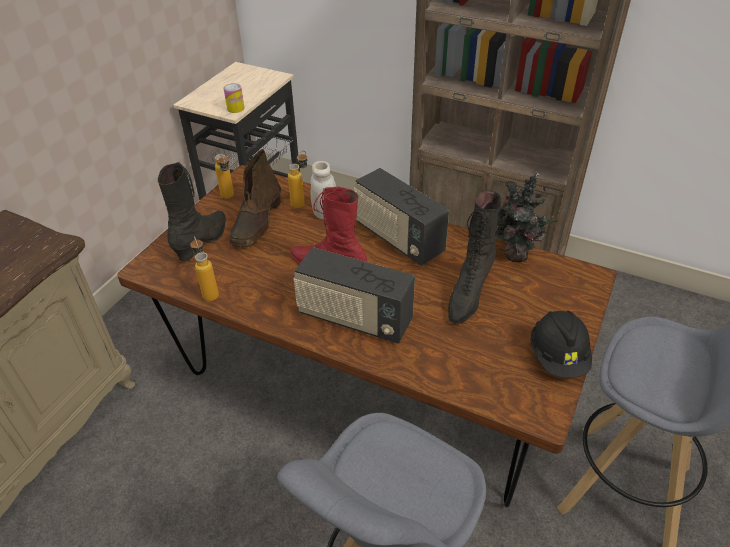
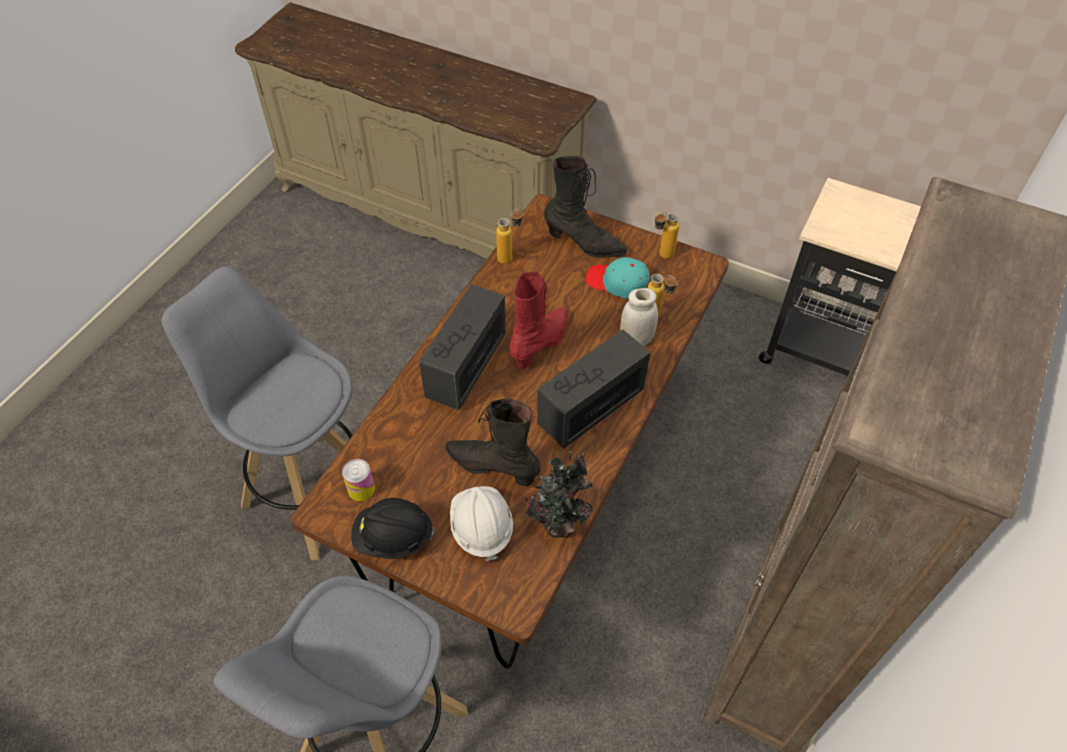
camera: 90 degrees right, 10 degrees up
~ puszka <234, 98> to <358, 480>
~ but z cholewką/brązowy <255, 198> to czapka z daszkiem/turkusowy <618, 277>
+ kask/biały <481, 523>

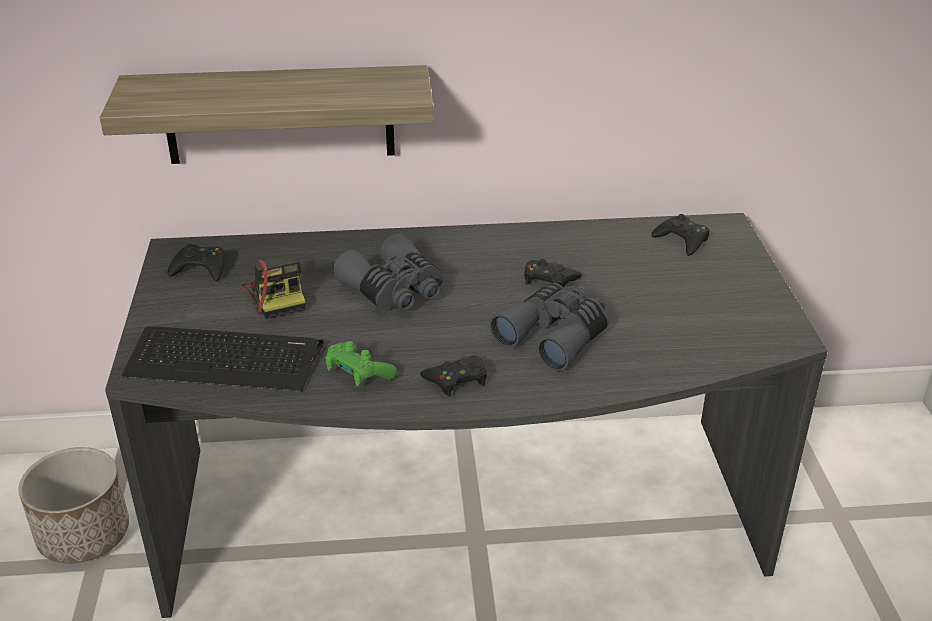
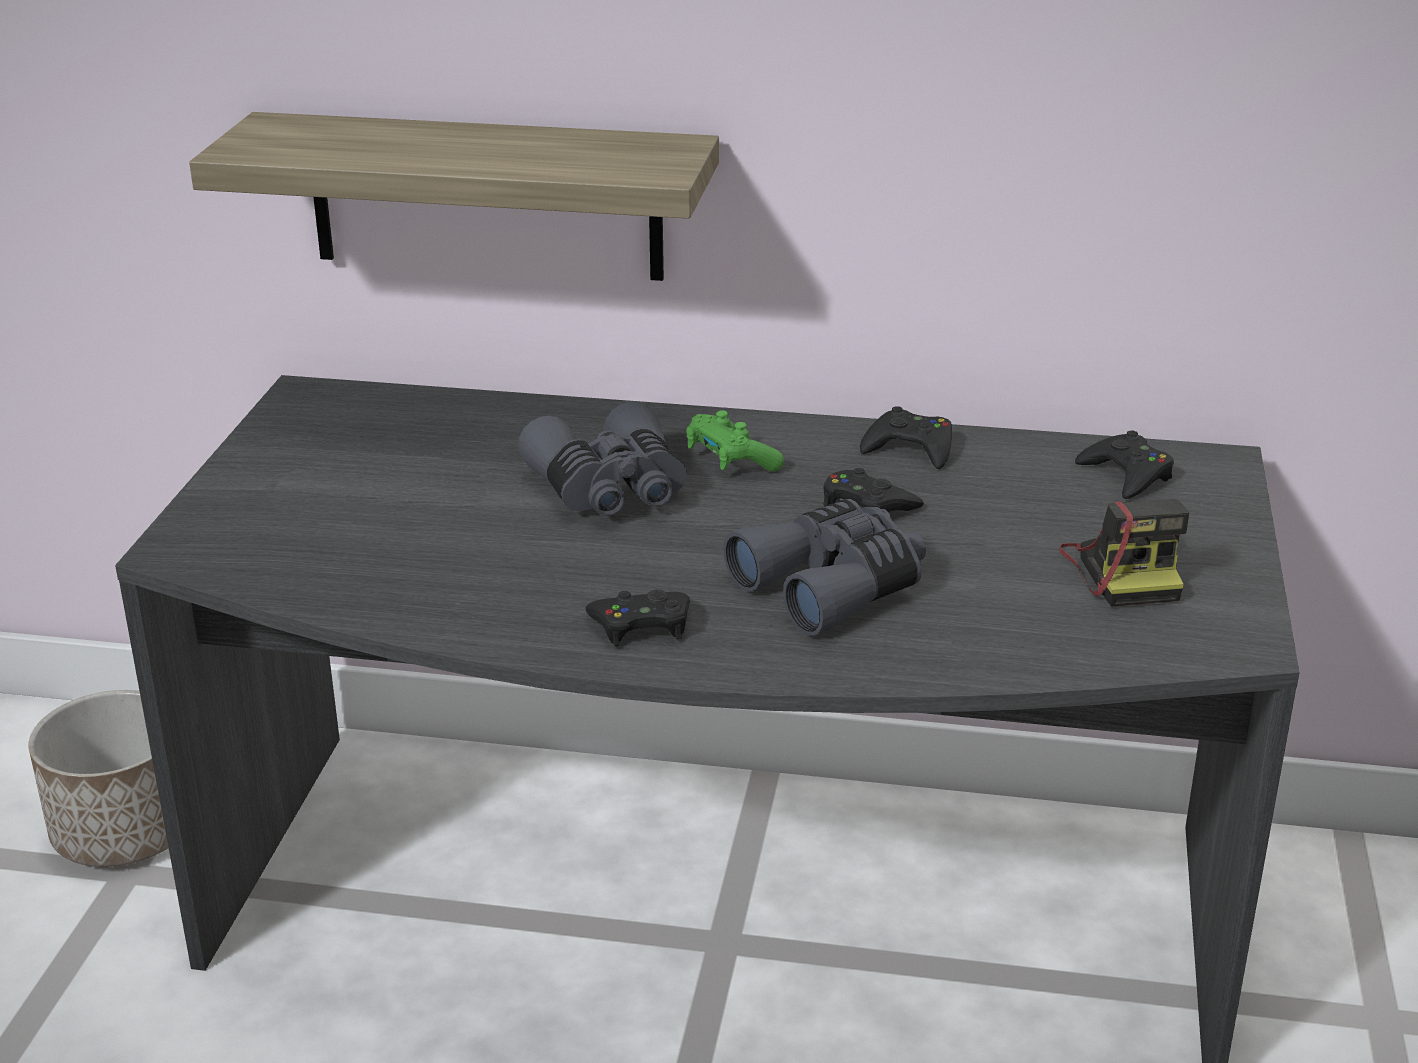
camera: 15 degrees right, 5 degrees down
- klawiatura <223, 358>
~ pad do gier/czarny <196, 262> to <906, 437>
~ aparat fotograficzny <273, 286> to <1124, 552>
~ pad do gier/zielony <361, 363> to <735, 441>

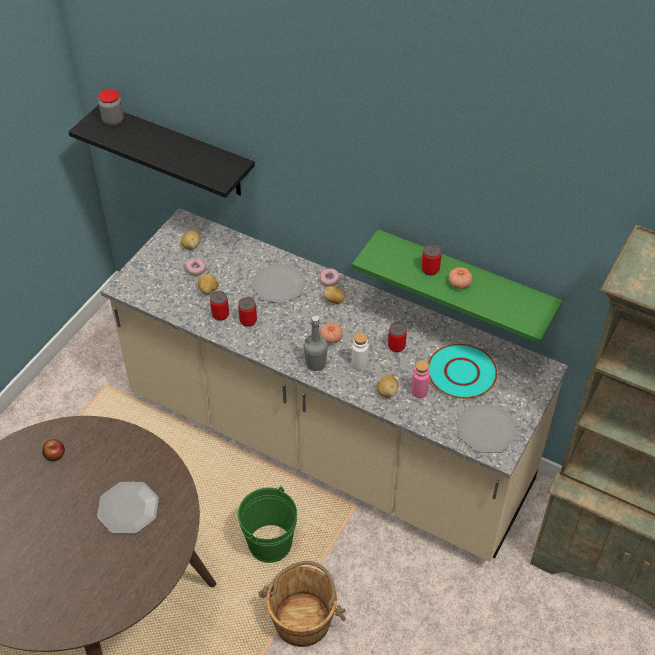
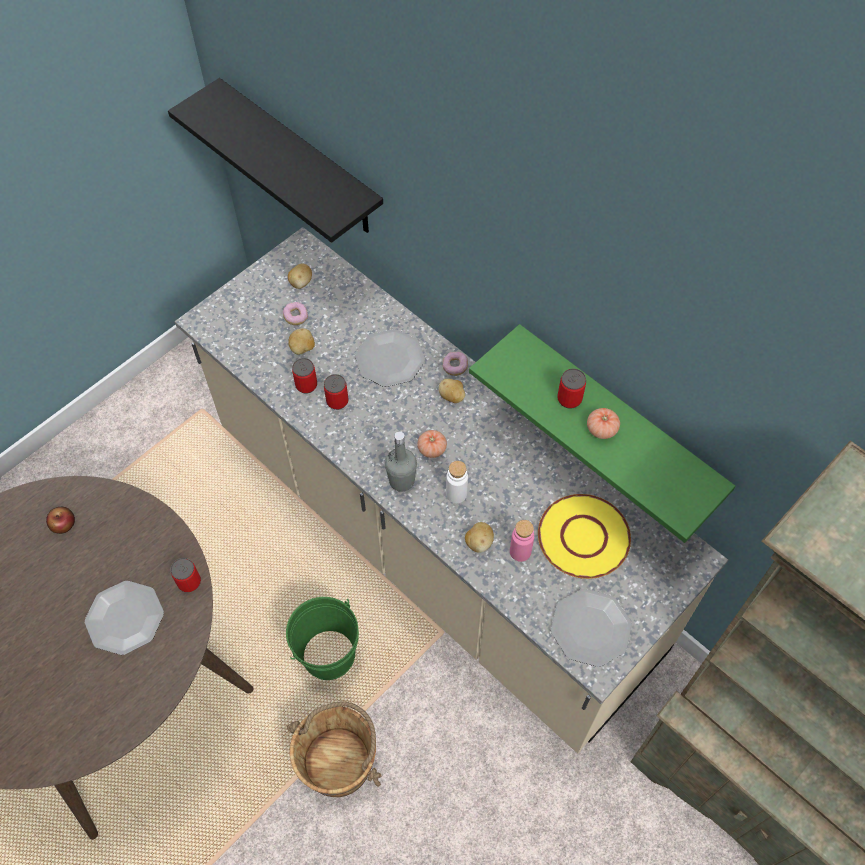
camera: 15 degrees right, 10 degrees up
- słoik <111, 107>
~ puszka <397, 337> to <185, 575>
~ talerz/turkusowy <462, 371> to talerz/żółty <584, 536>

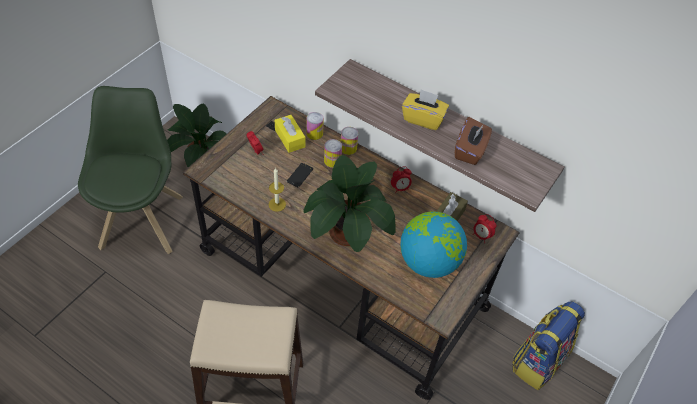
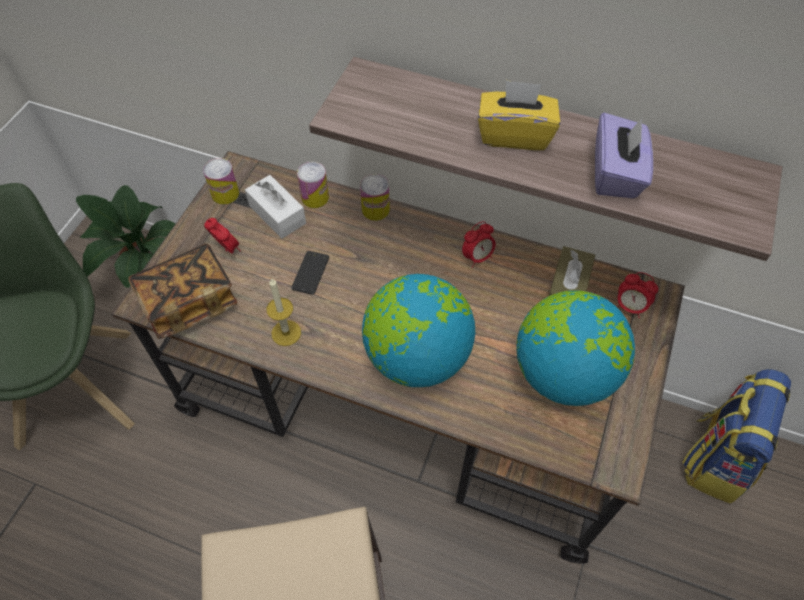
camera: 10 degrees left, 5 degrees up
~ pudełko chusteczek/żółty <290, 134> to pudełko chusteczek/biały <275, 207>
~ roślina doniczkowa <350, 203> to globus <418, 330>
~ puszka <333, 153> to <221, 181>
~ pudełko chusteczek/brązowy <473, 141> to pudełko chusteczek/fioletowy <624, 155>
+ książka <182, 291>

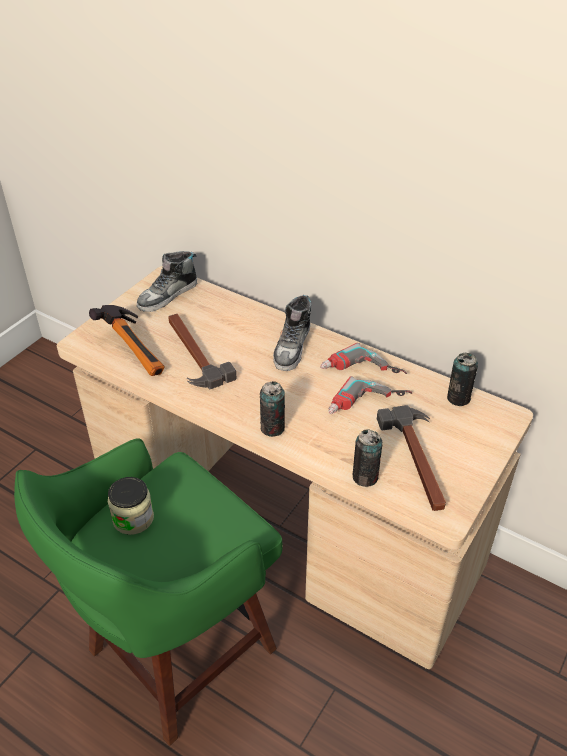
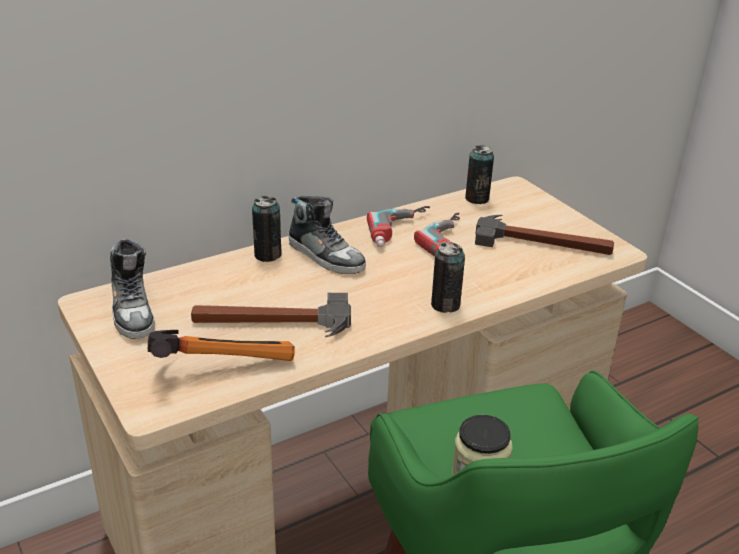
camera: 65 degrees left, 10 degrees down
~ puszka <368, 458> to <267, 229>

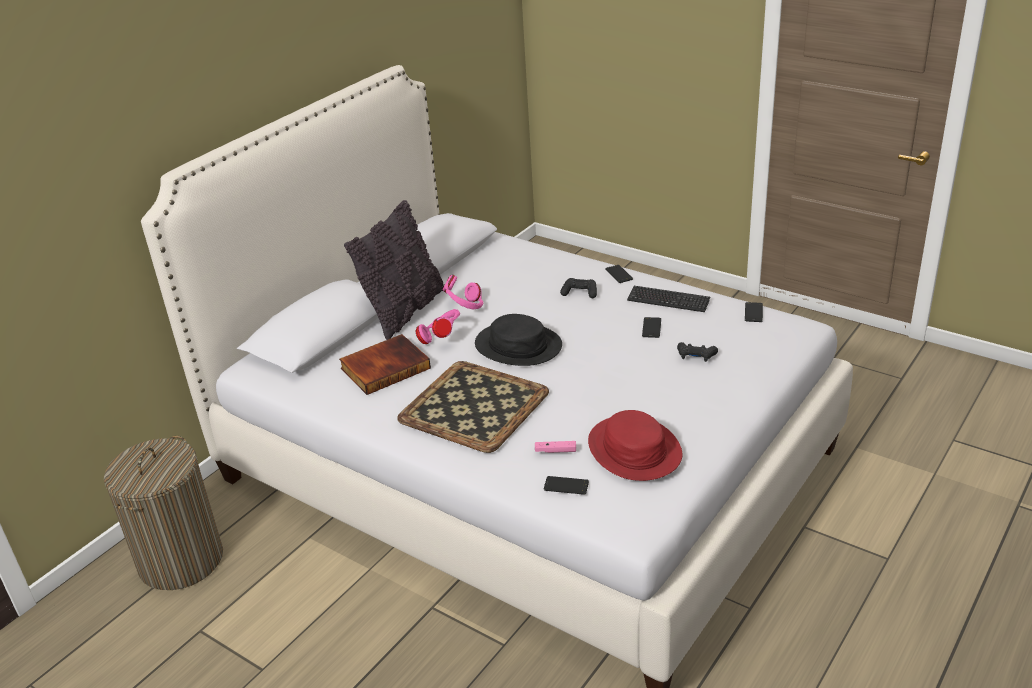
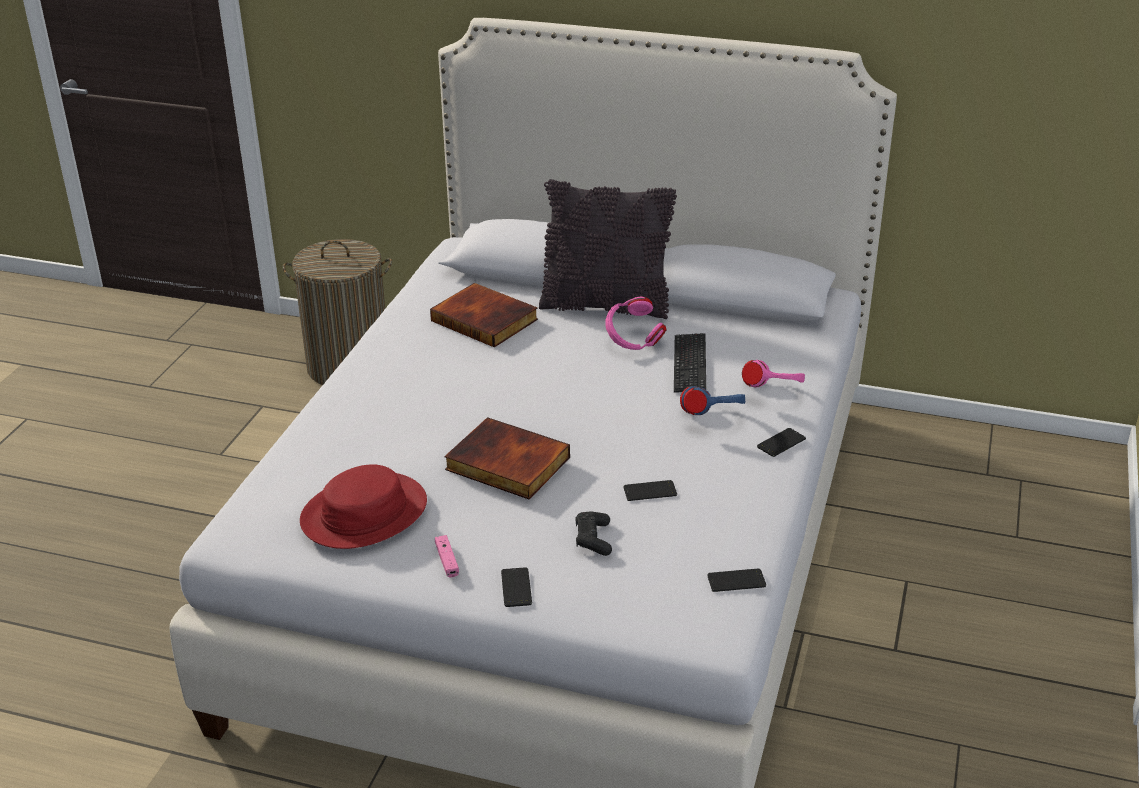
camera: 70 degrees right, 0 degrees up
- taca <473, 407>
~ słuchawki/różowy <437, 326> to <773, 373>
- kapelusz/czarny <518, 340>
~ pad do gier/różowy <555, 447> to <447, 556>
~ telefon <566, 485> to <516, 587>
~ pad do gier/czarny <578, 288> to słuchawki/niebieski <713, 400>
~ klawiatura <669, 299> to <690, 363>
+ książka <507, 458>

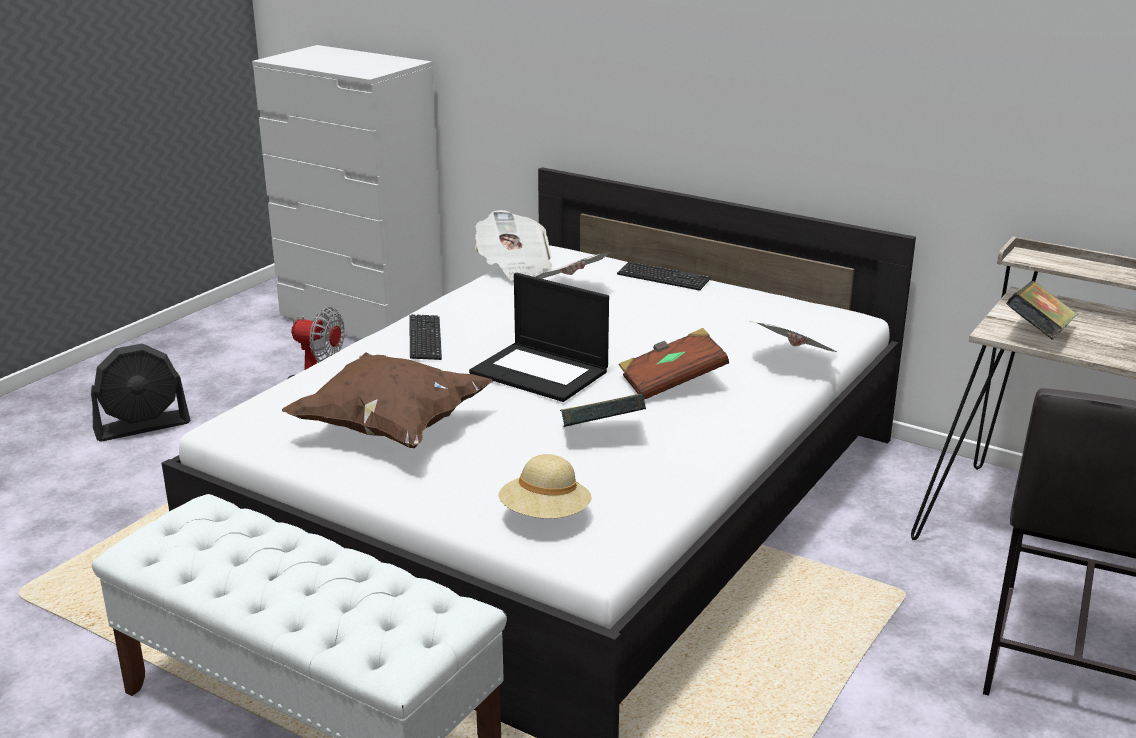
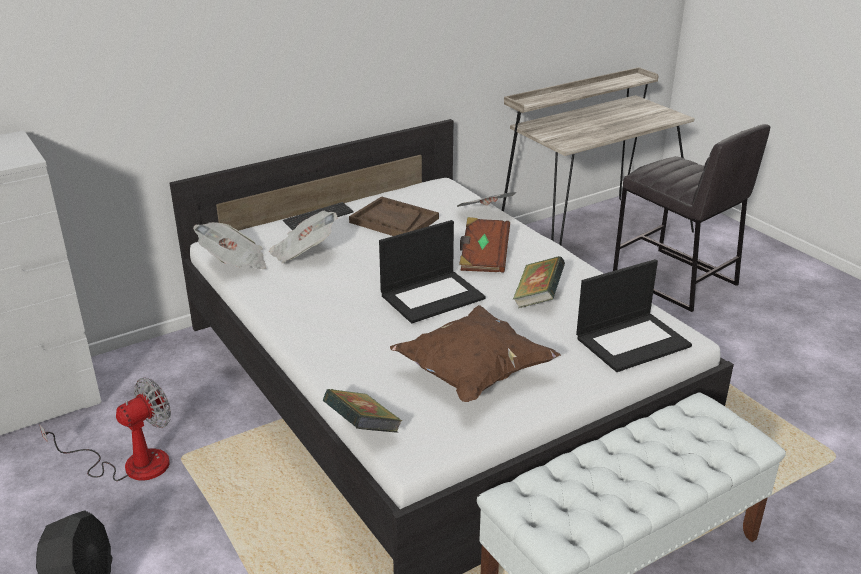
camera: 65 degrees left, 5 degrees up
- klawiatura <426, 337>
~ kapelusz/beżowy <545, 486> to laptop <634, 315>
~ książka <1041, 310> to <362, 411>
+ taca/brązowy <394, 216>

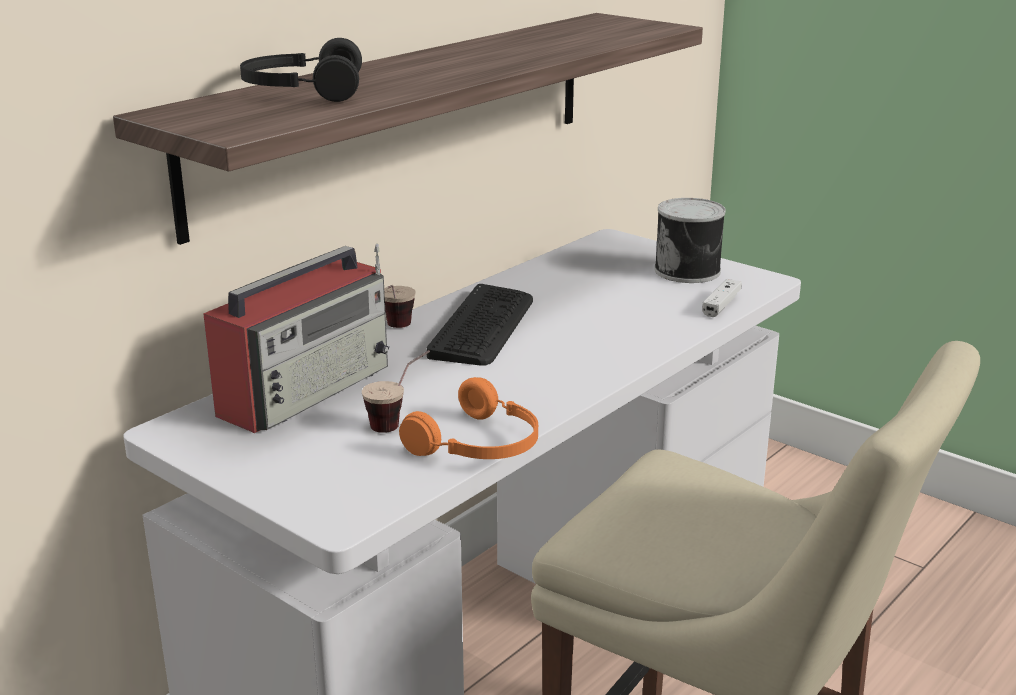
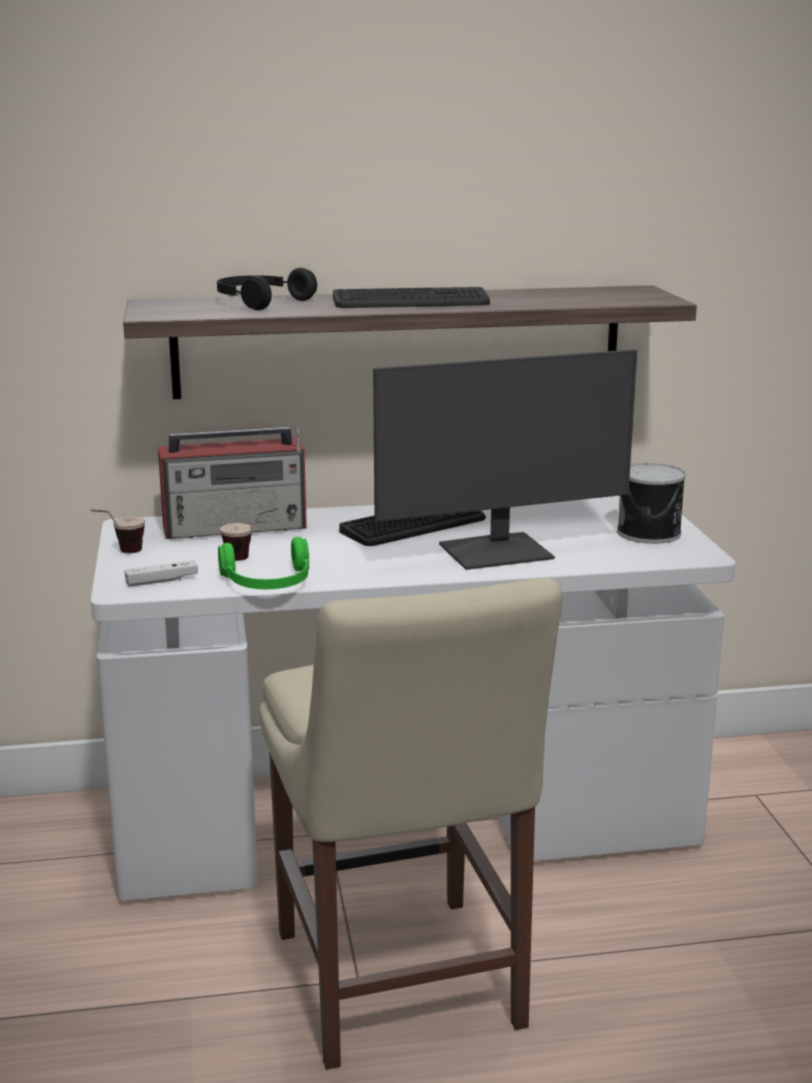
camera: 40 degrees right, 5 degrees down
~ filiżanka <400, 306> to <117, 531>
~ słuchawki/pomarańczowy <468, 418> to słuchawki/zielony <263, 563>
~ pad do gier/biały <722, 298> to <161, 573>
+ klawiatura <411, 297>
+ monitor <505, 459>

